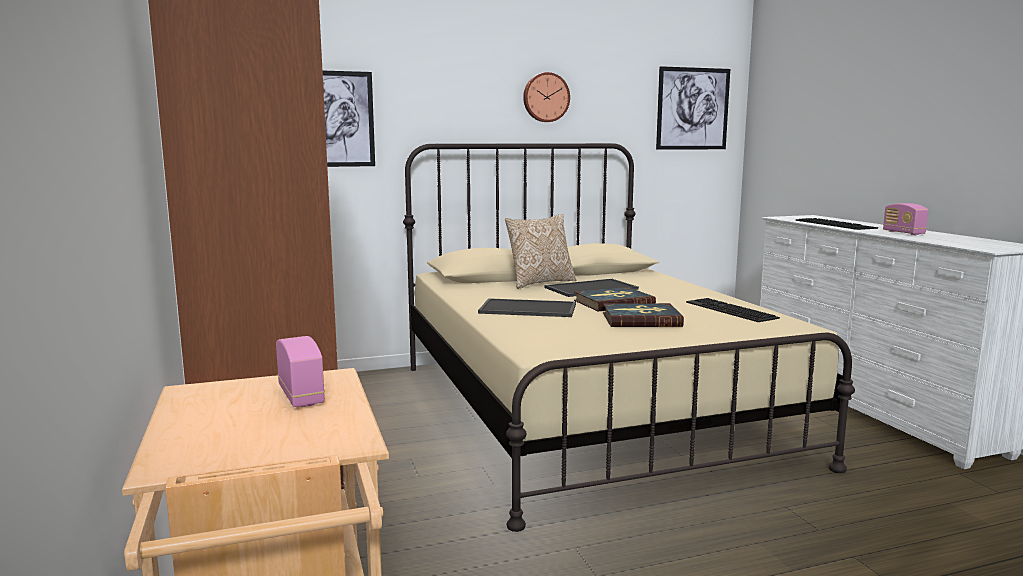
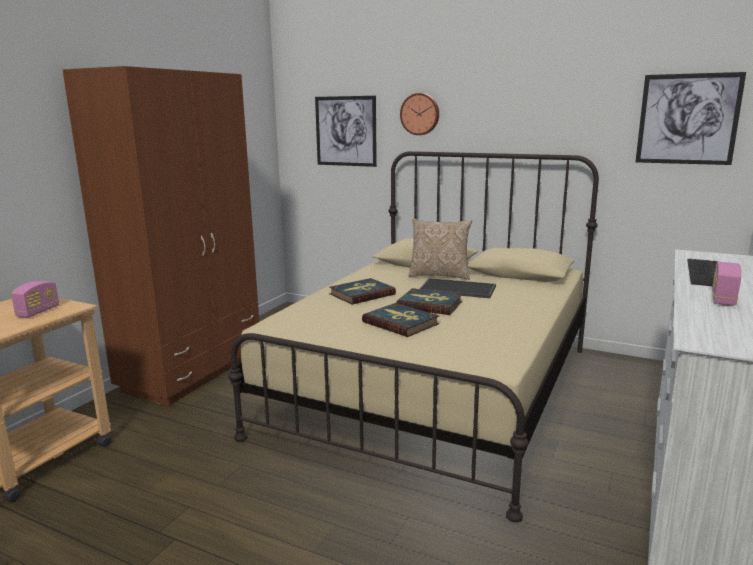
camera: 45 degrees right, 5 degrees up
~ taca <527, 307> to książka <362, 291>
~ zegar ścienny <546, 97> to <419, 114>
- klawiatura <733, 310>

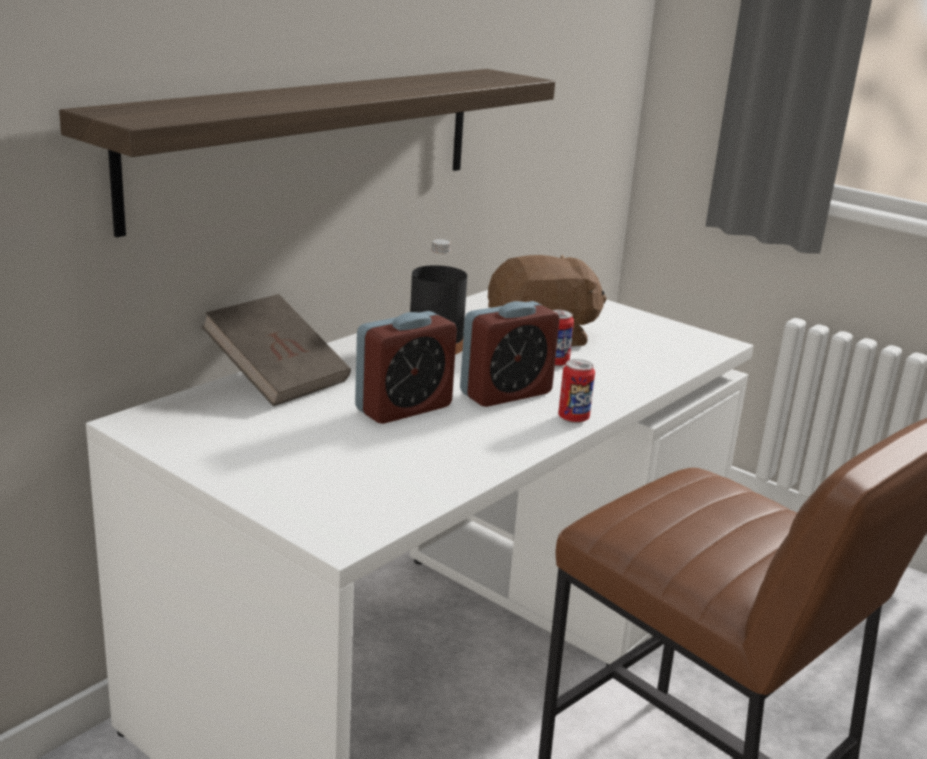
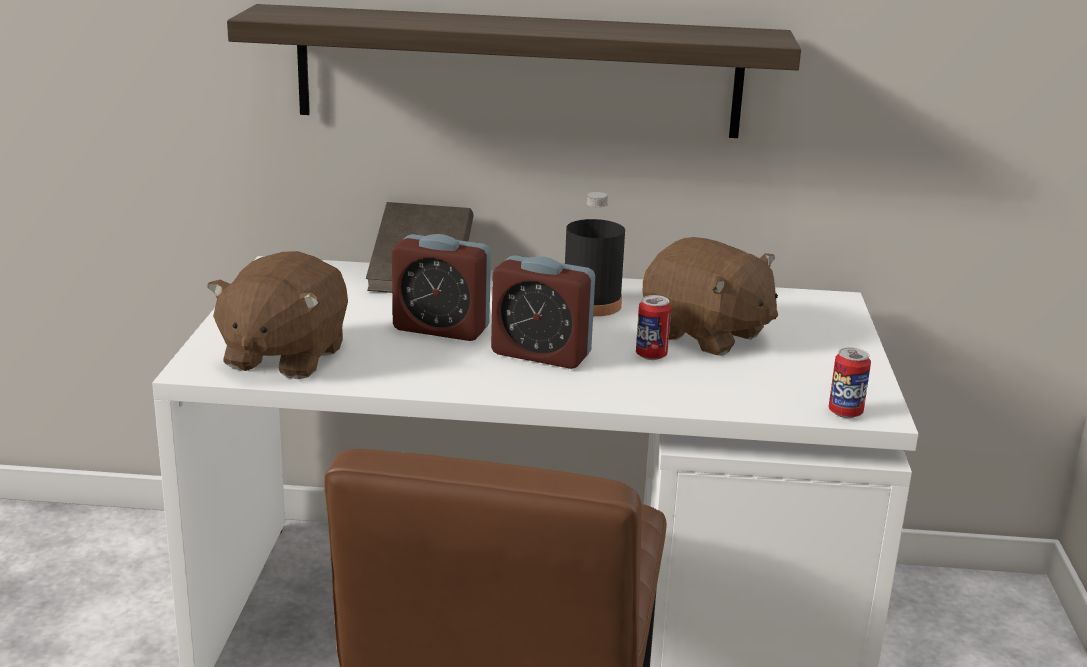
camera: 55 degrees right, 0 degrees up
~ puszka <576, 391> to <850, 382>
+ pluszak/brązowy <277, 315>

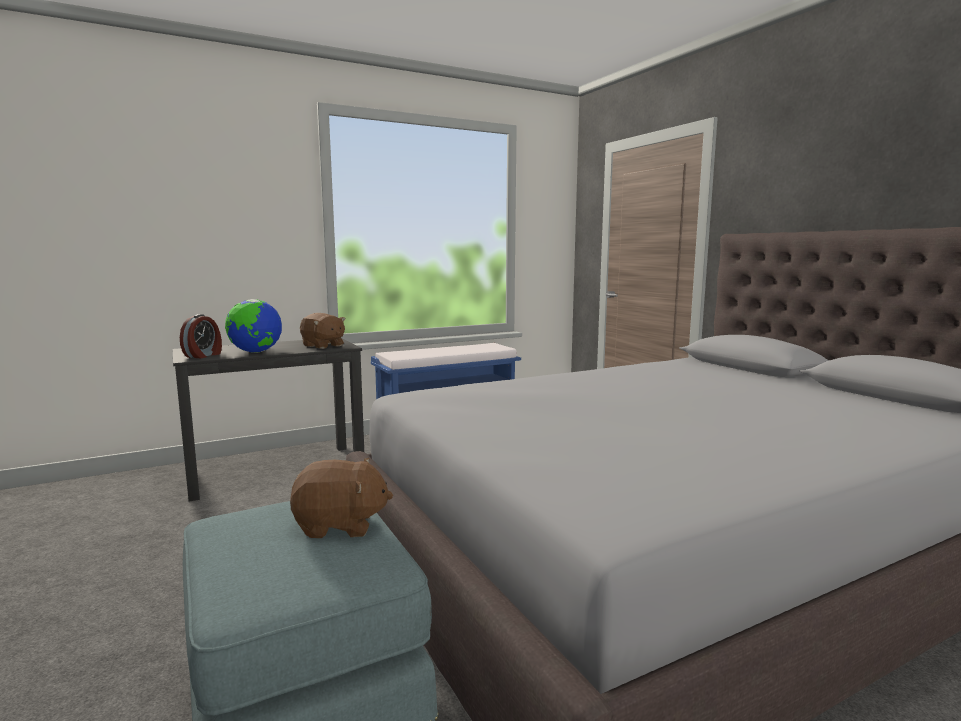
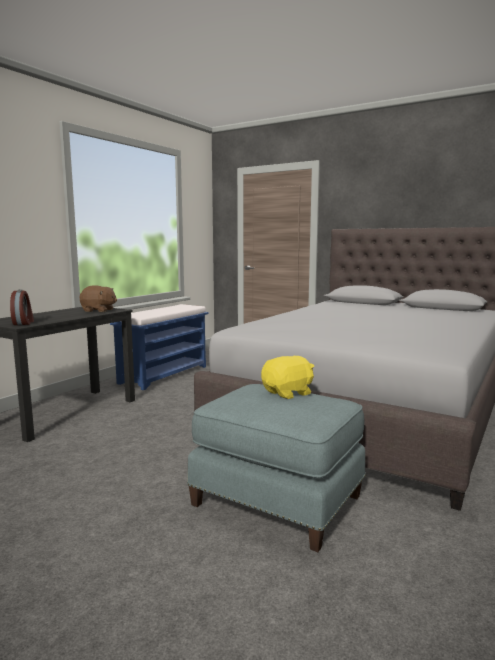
camera: 30 degrees left, 0 degrees up
- globus <253, 326>
~ pluszak/brązowy <341, 498> to pluszak/żółty <287, 377>

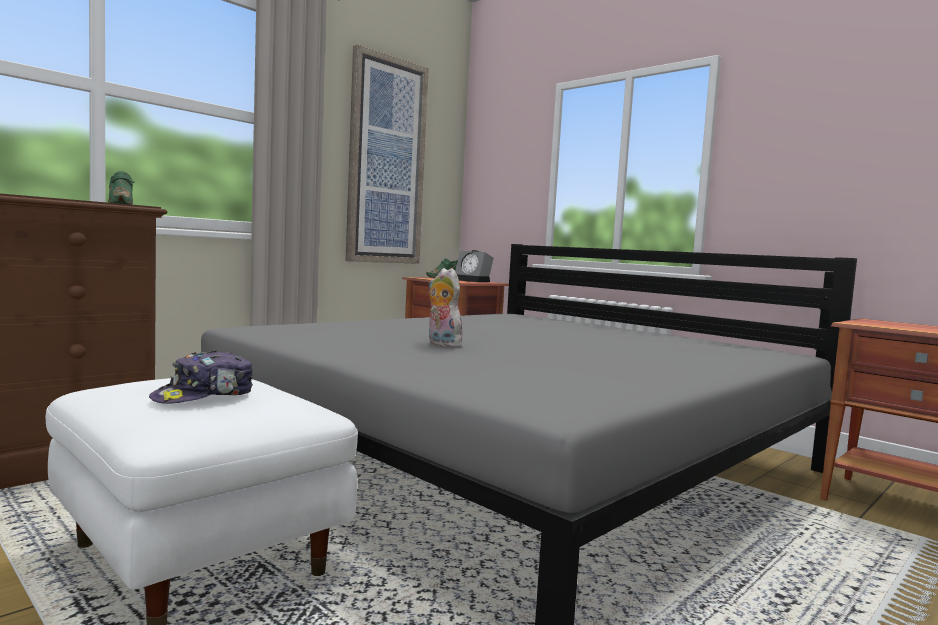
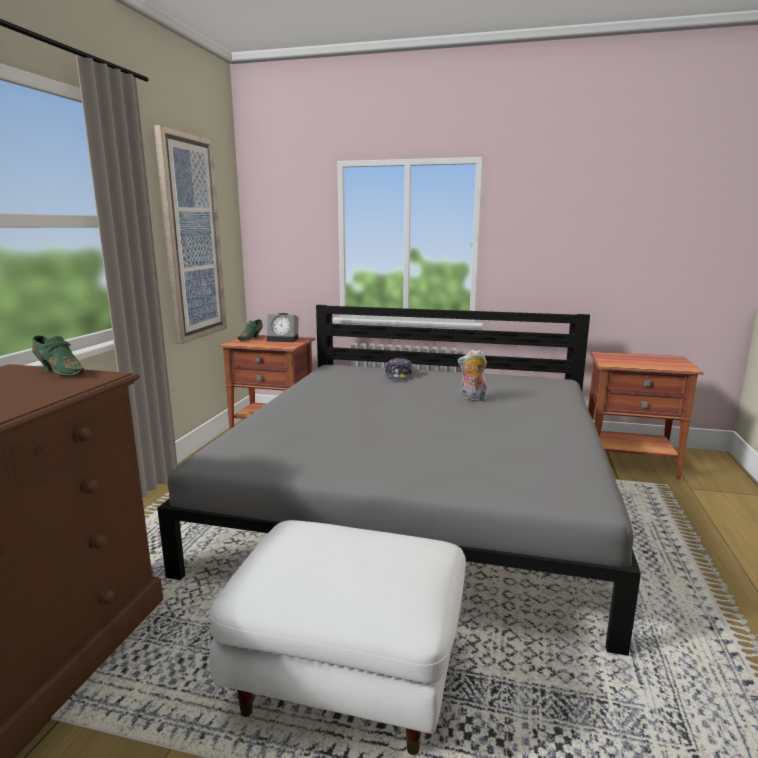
camera: 30 degrees left, 10 degrees up
~ czapka z daszkiem <201, 377> to <399, 369>
~ pluszak <445, 307> to <472, 375>

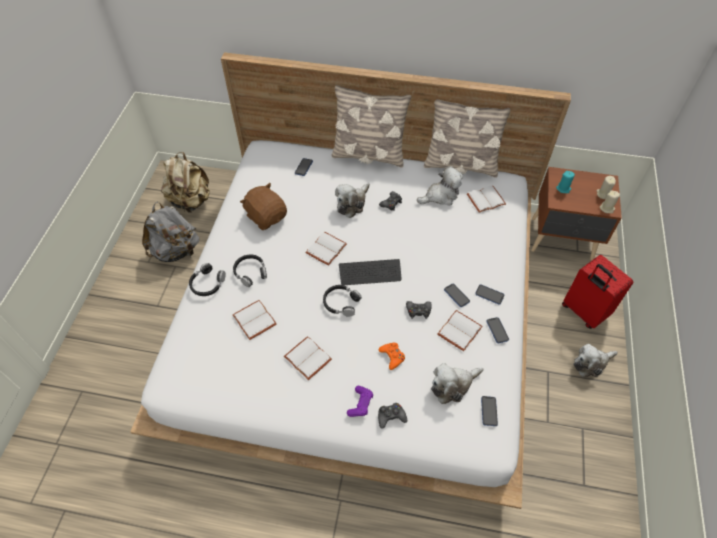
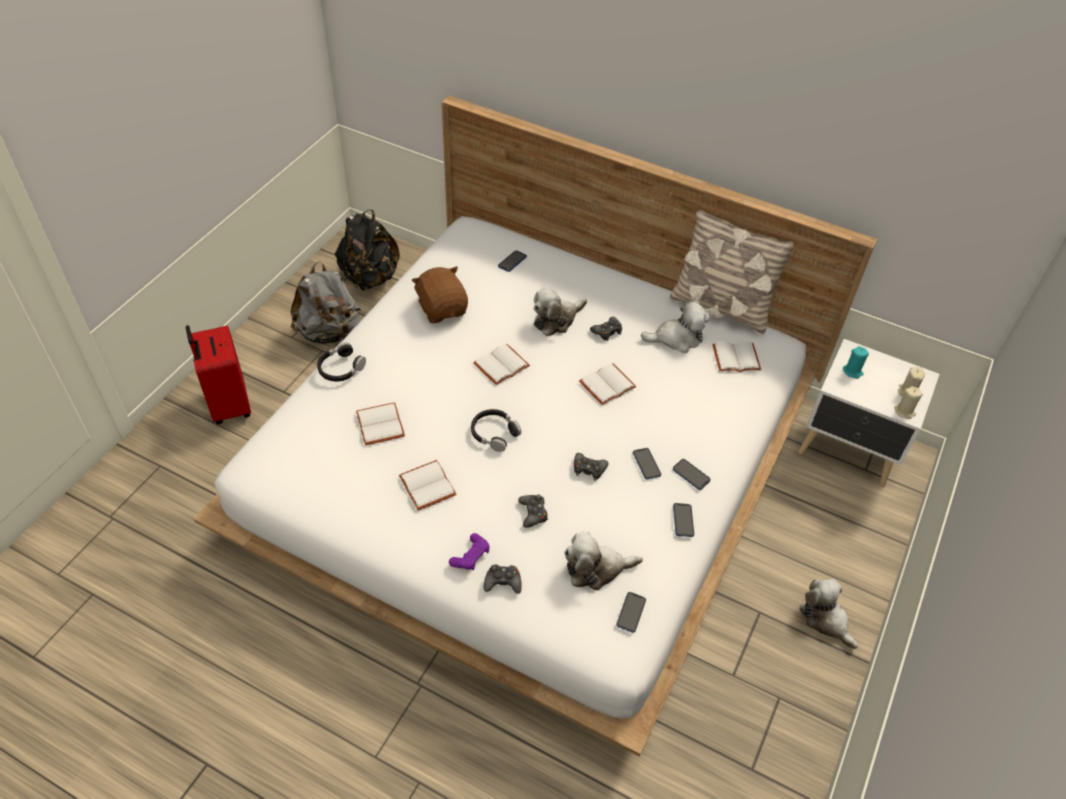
camera: 15 degrees right, 5 degrees down
~ plecak/beżowy <185, 182> to plecak/czarny <367, 250>
- słuchawki/czarny <250, 271>
- poduszka/beżowy <371, 126>
- klawiatura <370, 272>
~ pad do gier/pomarańczowy <391, 356> to pad do gier/czarny <533, 511>
~ książka/biały <460, 330> to <607, 384>
~ szafka nocna/brązowy <576, 213> to szafka nocna/biały <869, 413>
~ walizka/czerwony <597, 292> to <218, 374>
~ pluszak <595, 360> = <828, 614> 60 degrees clockwise

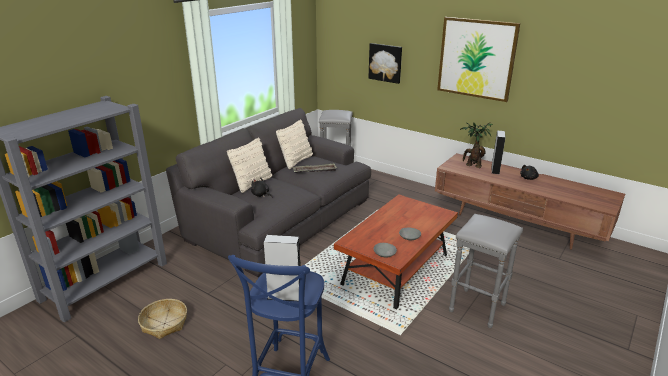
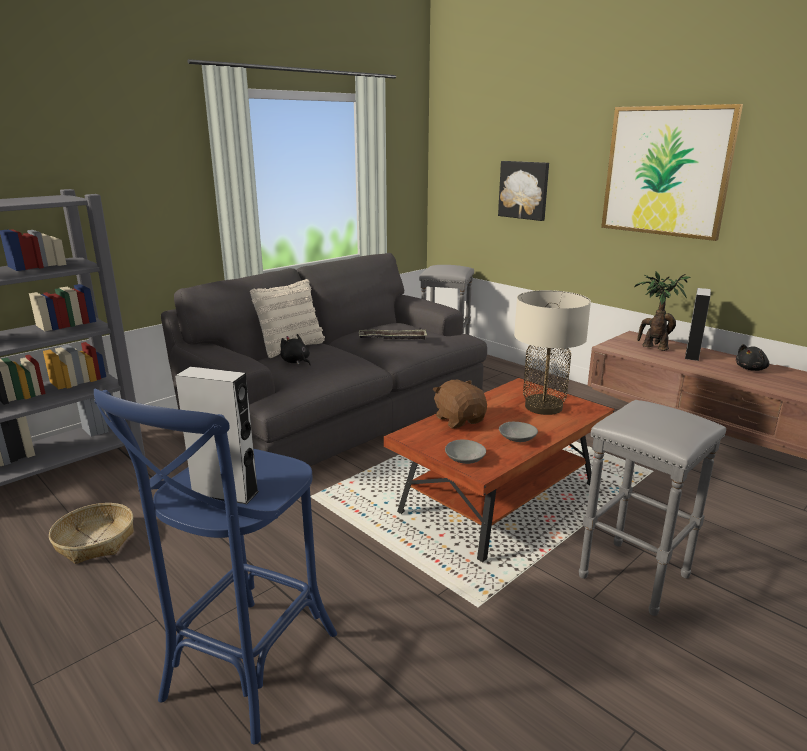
camera: 10 degrees right, 5 degrees down
- poduszka/beżowy <294, 144>
+ pluszak/brązowy <459, 404>
+ lampa stołowa <552, 352>

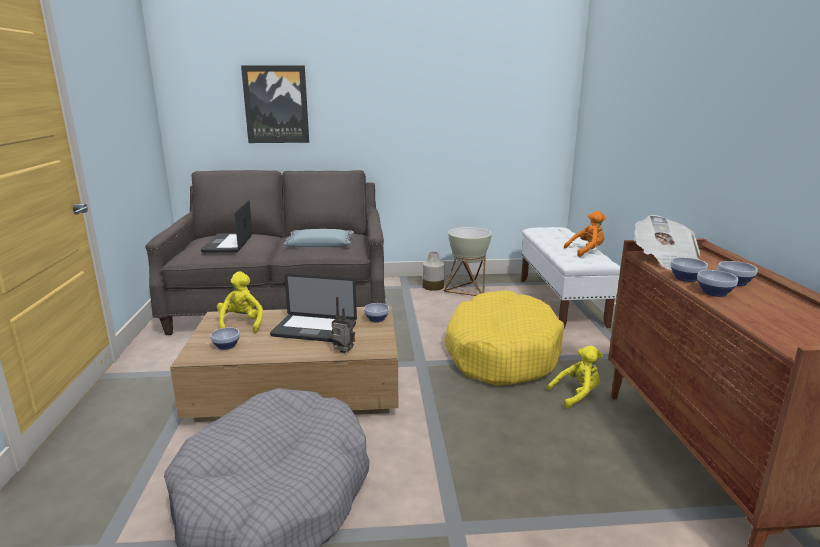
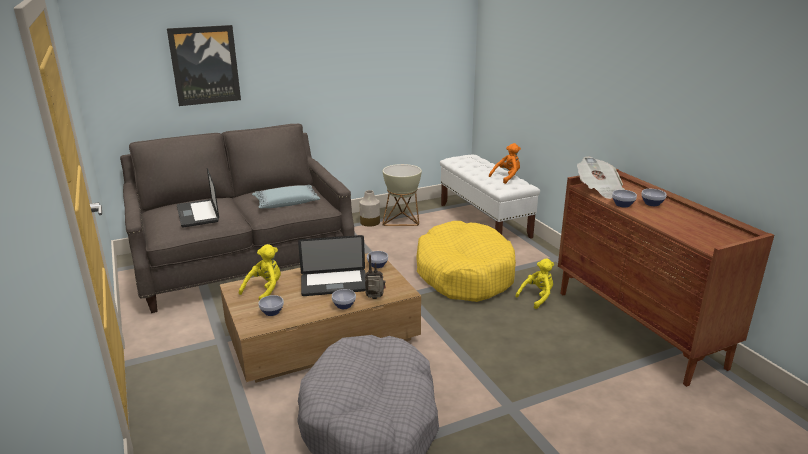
camera: 20 degrees left, 5 degrees up
~ pluszak/żółty <240, 302> = <260, 272> 60 degrees clockwise
~ miska <717, 283> to <344, 299>

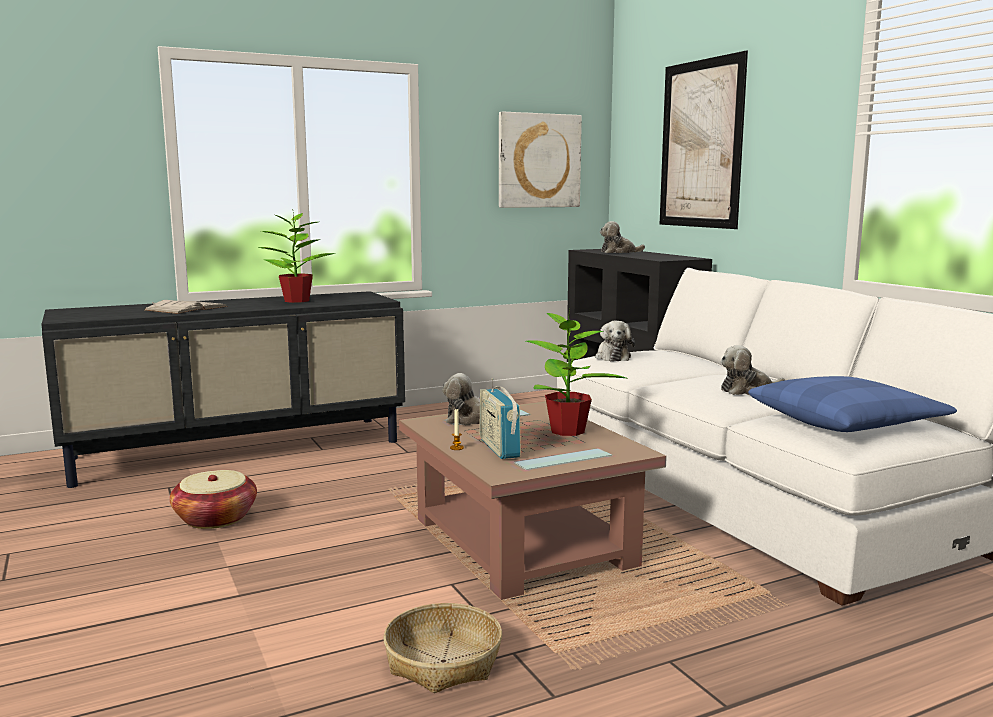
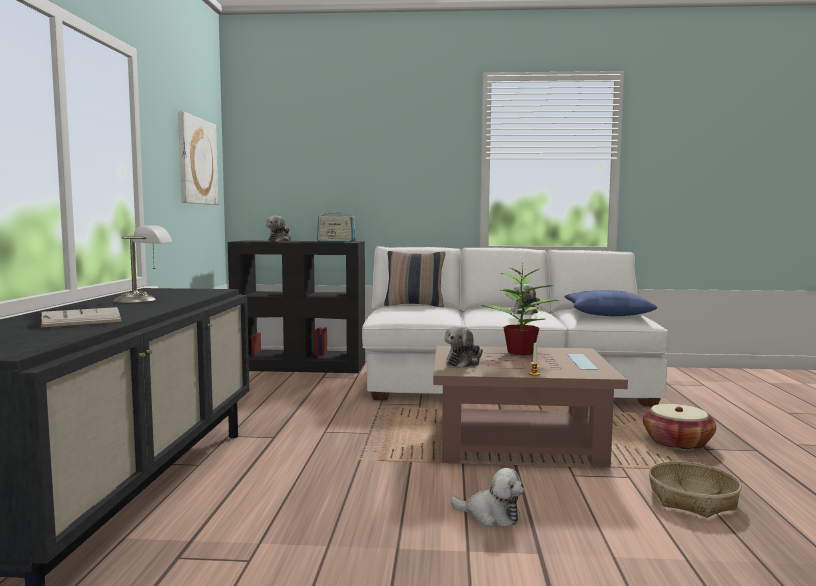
camera: 60 degrees left, 5 degrees down
~ koszyk <213, 499> to <679, 427>
~ roślina doniczkowa <297, 256> to lampa stołowa/biały <143, 264>
~ radio <500, 418> to <336, 225>
~ pluszak <615, 341> to <487, 497>
- obraz <703, 140>
+ poduszka <414, 279>

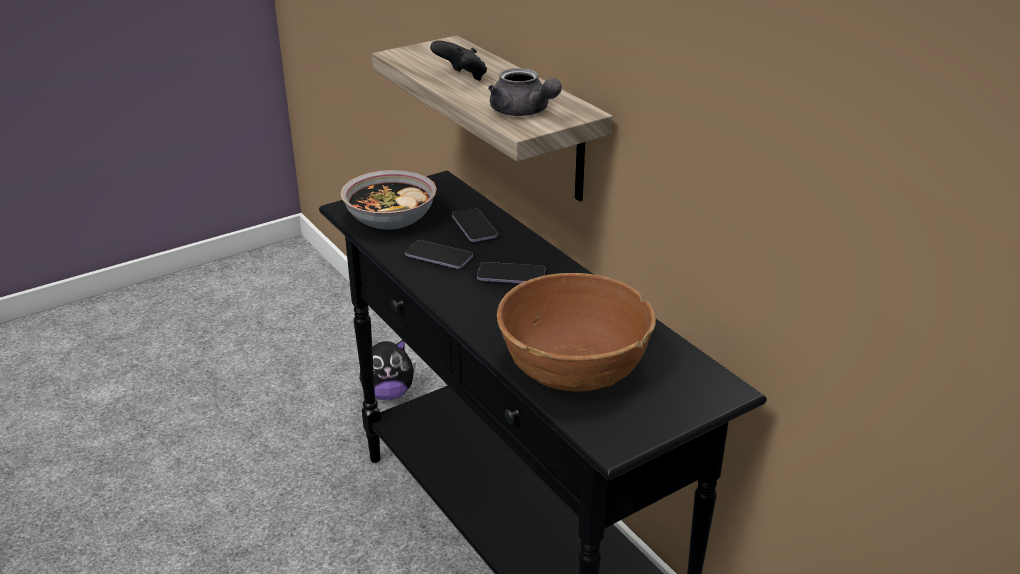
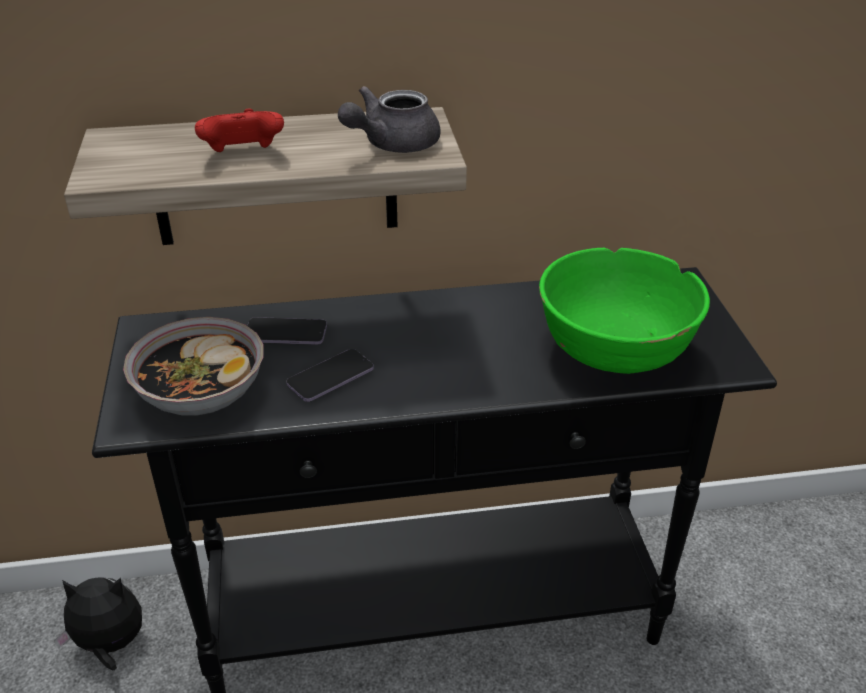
camera: 65 degrees left, 5 degrees up
~ pluszak <387, 370> = <98, 624> 105 degrees counterclockwise
~ pad do gier/czarny <458, 60> to pad do gier/czerwony <239, 130>
- telefon <511, 273>
~ imbryk/szary <525, 92> = <389, 119> 150 degrees clockwise
~ miska/brązowy <576, 332> to miska/zielony <624, 311>

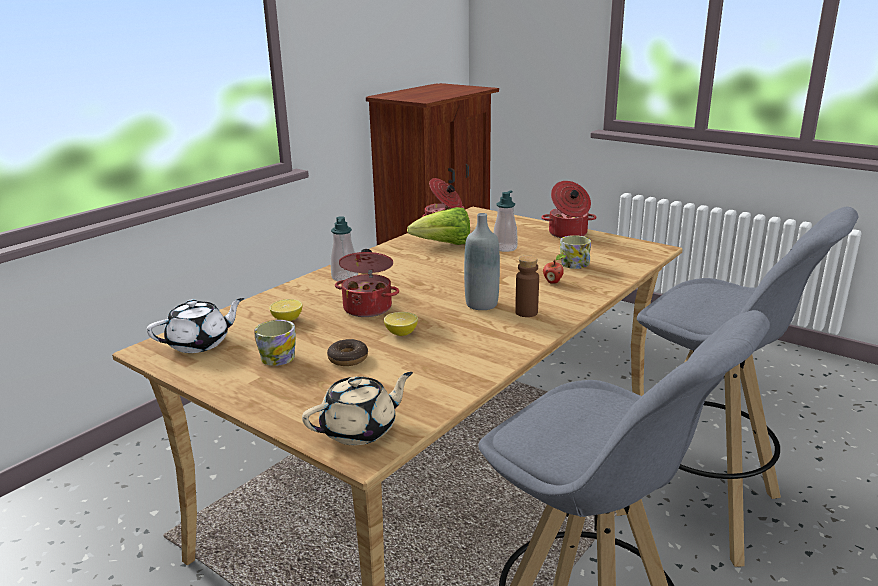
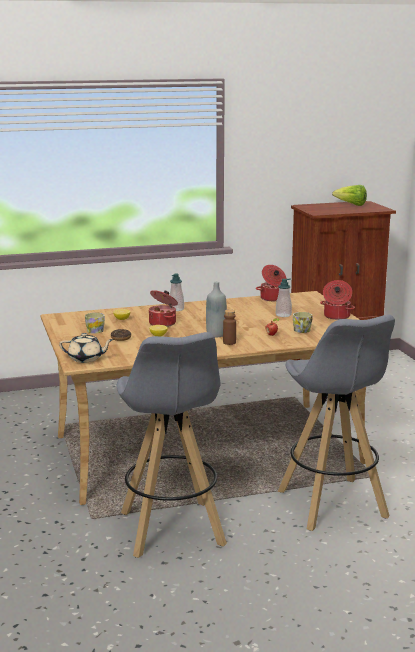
camera: 35 degrees right, 5 degrees down
- imbryk/biały <195, 325>
~ sałata <438, 226> to <349, 195>

